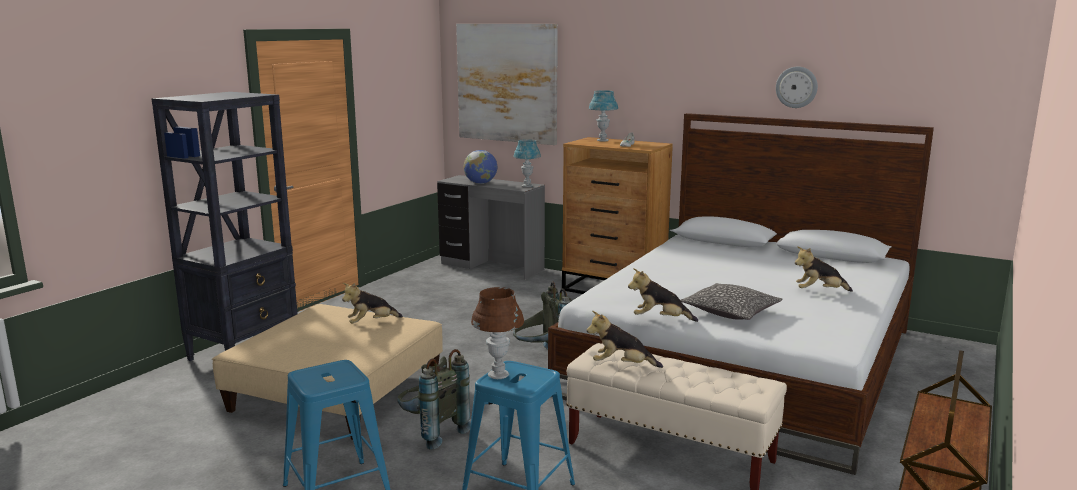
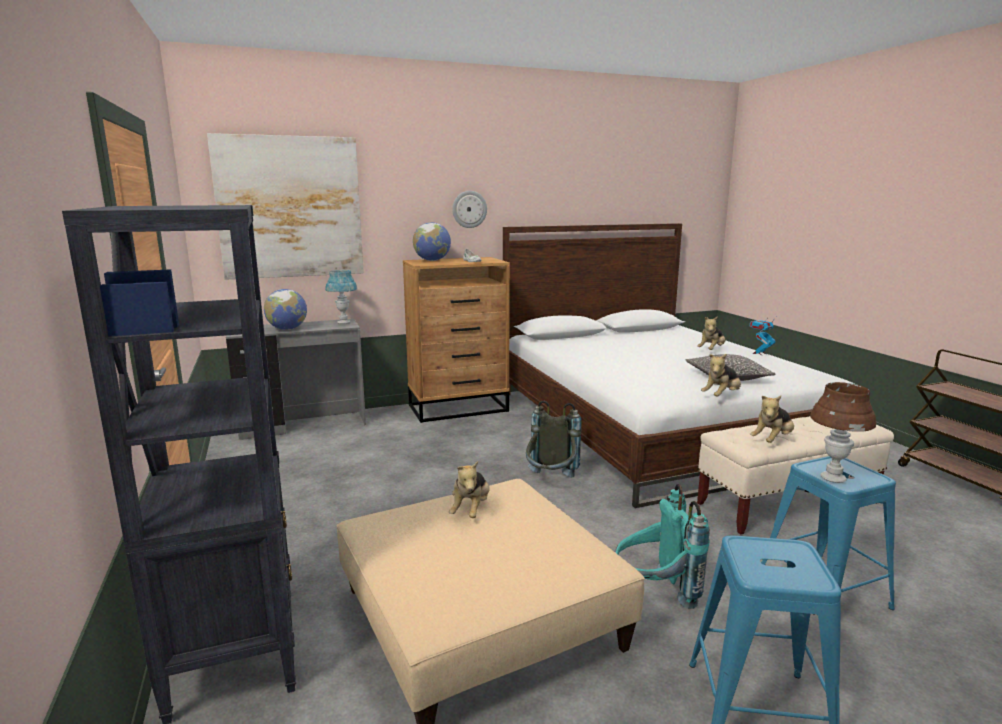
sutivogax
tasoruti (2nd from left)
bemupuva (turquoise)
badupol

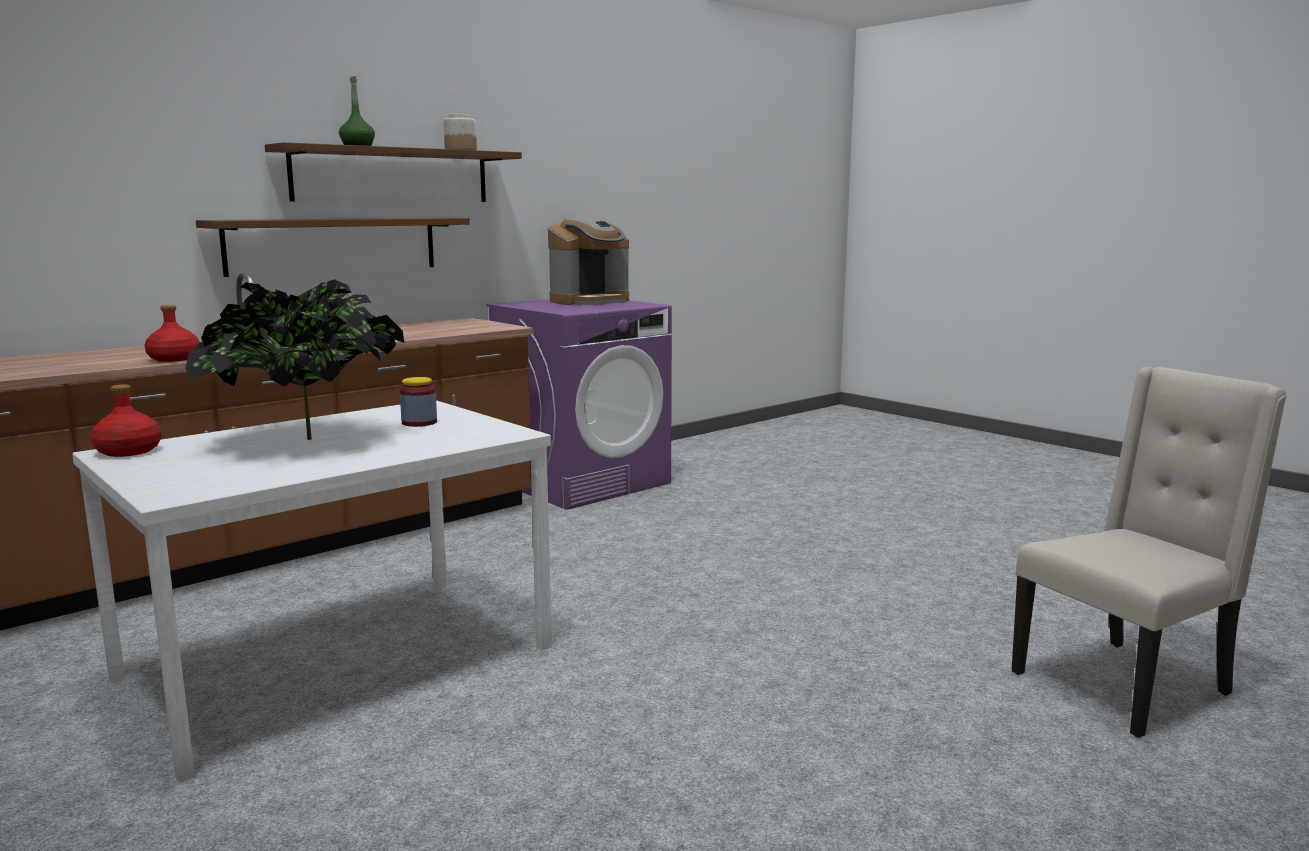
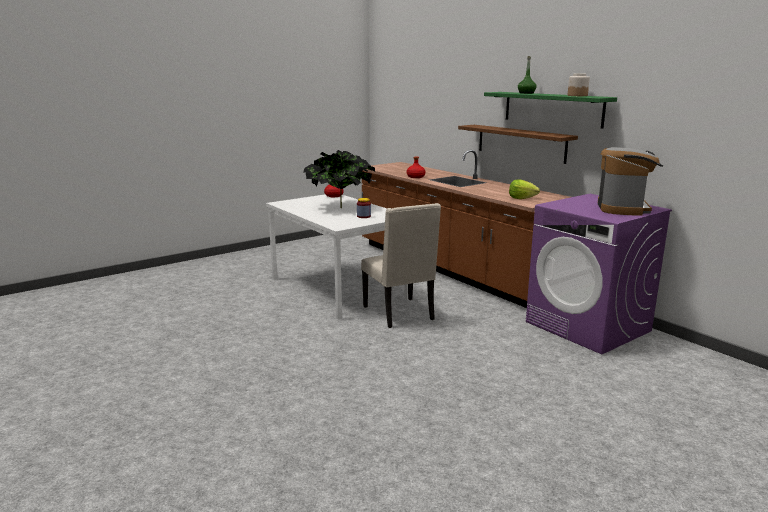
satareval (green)
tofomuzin
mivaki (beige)
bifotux

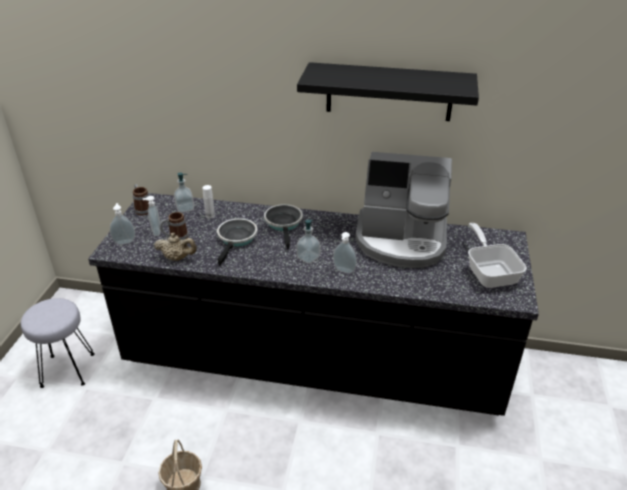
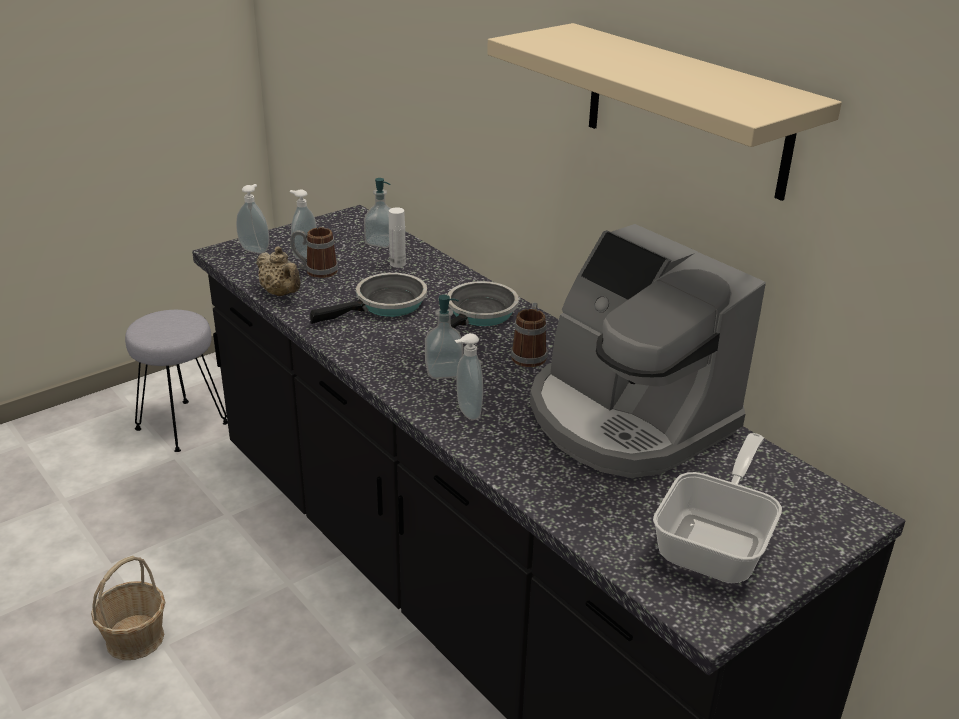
satareval (beige)
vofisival (2nd from left)

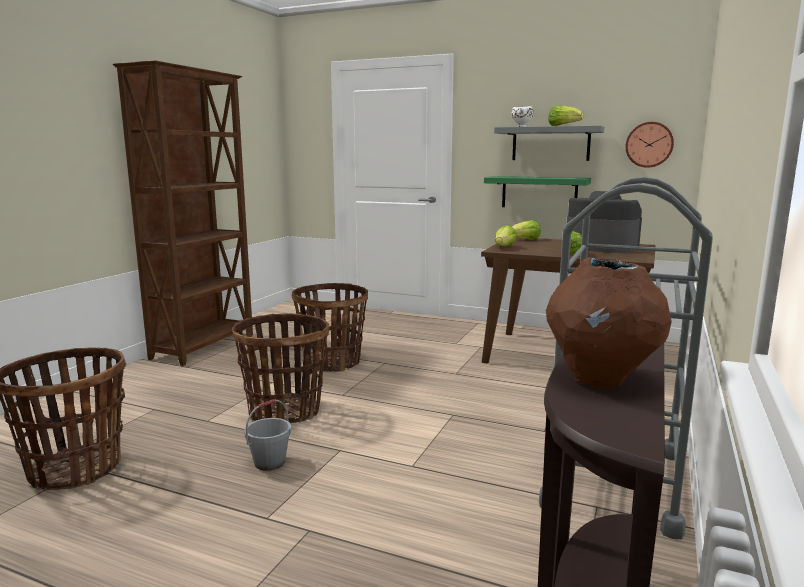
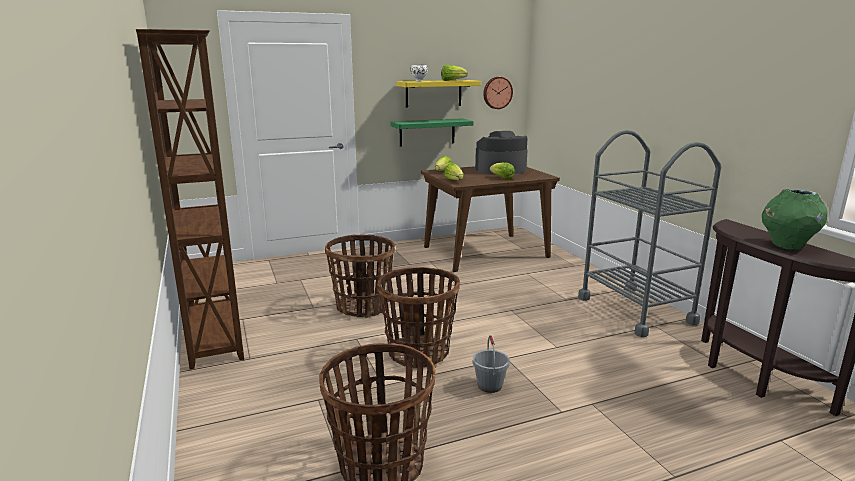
satareval (yellow)
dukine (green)

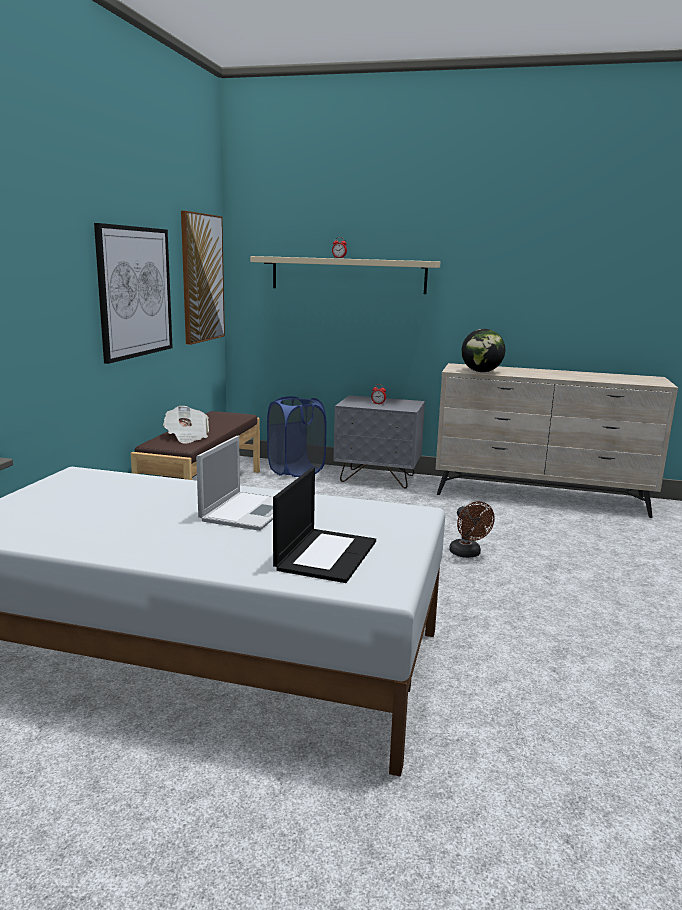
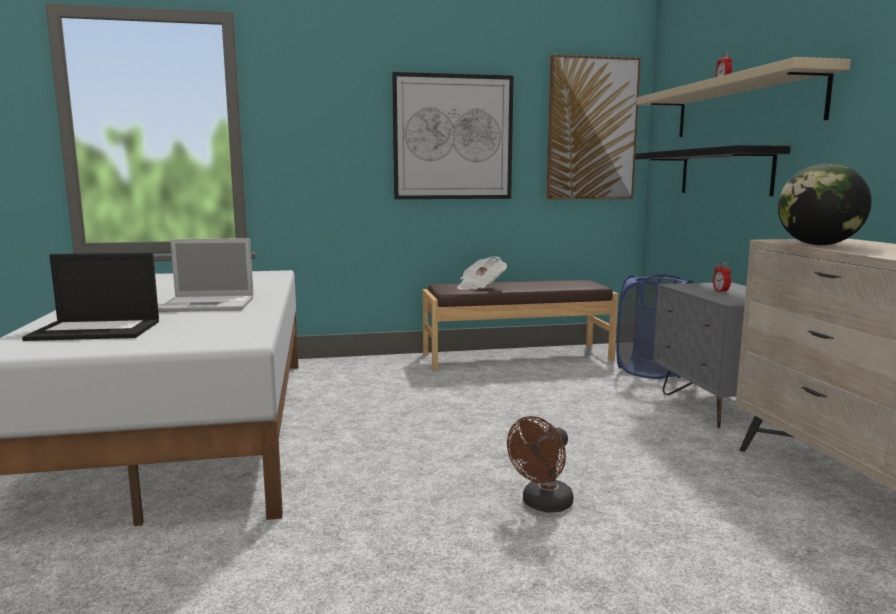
satareval (black)

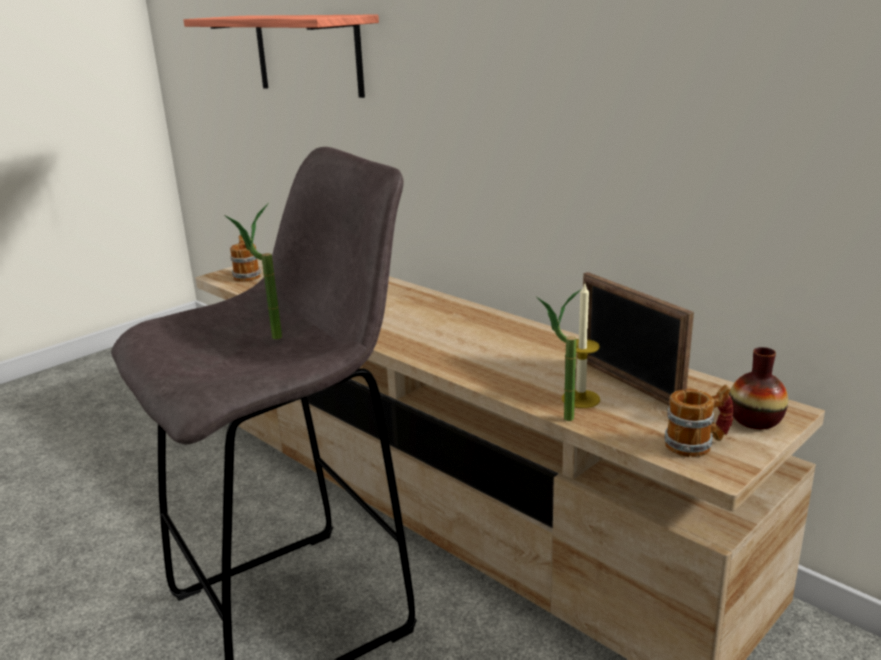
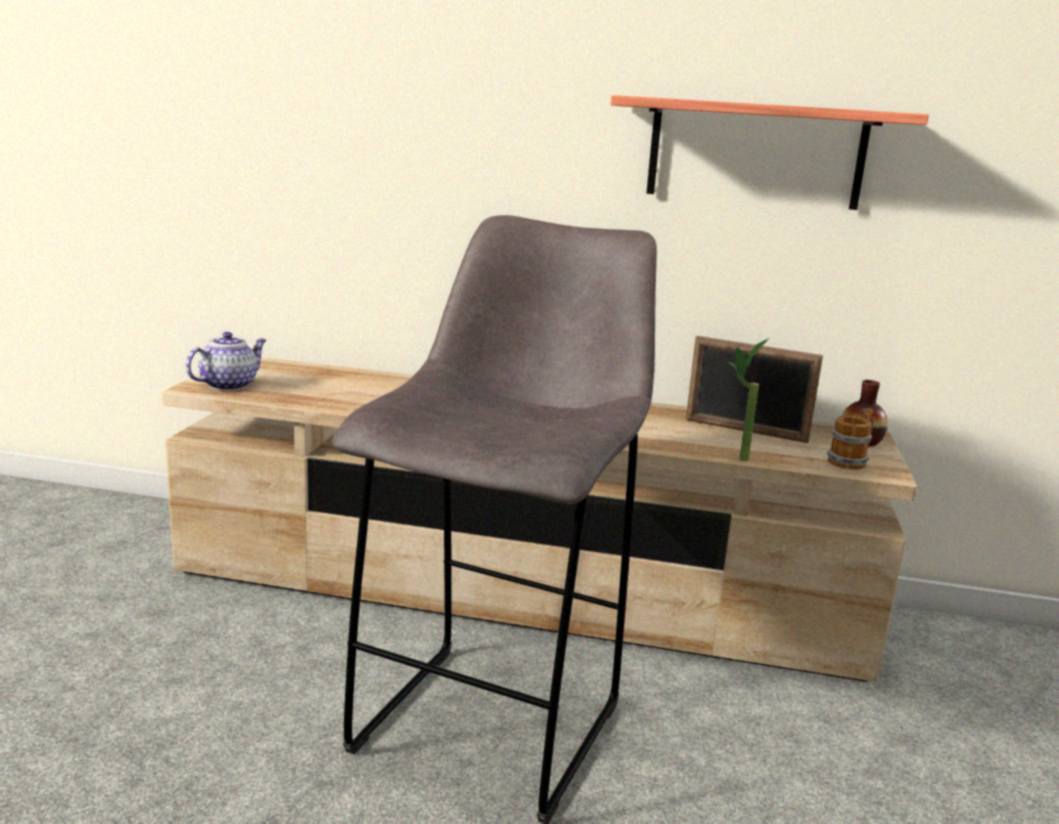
satareval
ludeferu (1st from left in the first image)
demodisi
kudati

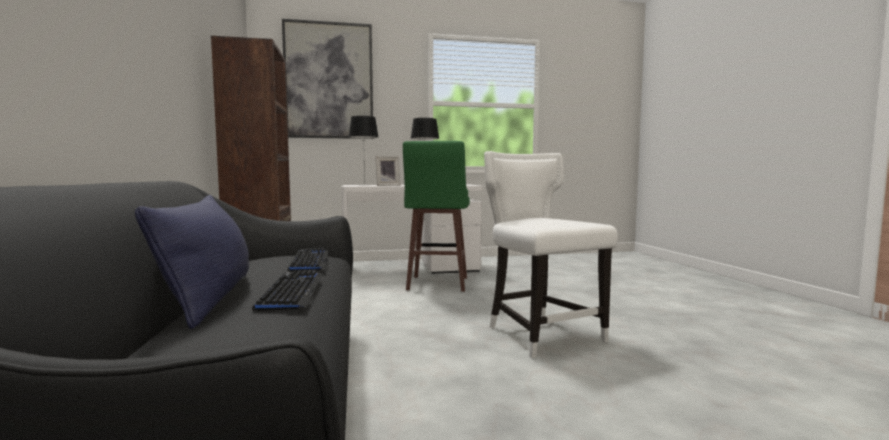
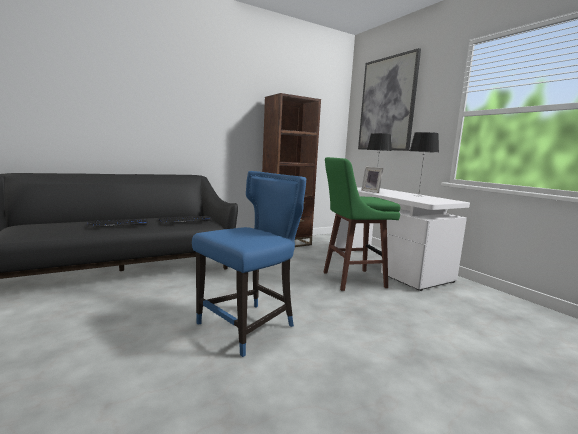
mivaki (blue)
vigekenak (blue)

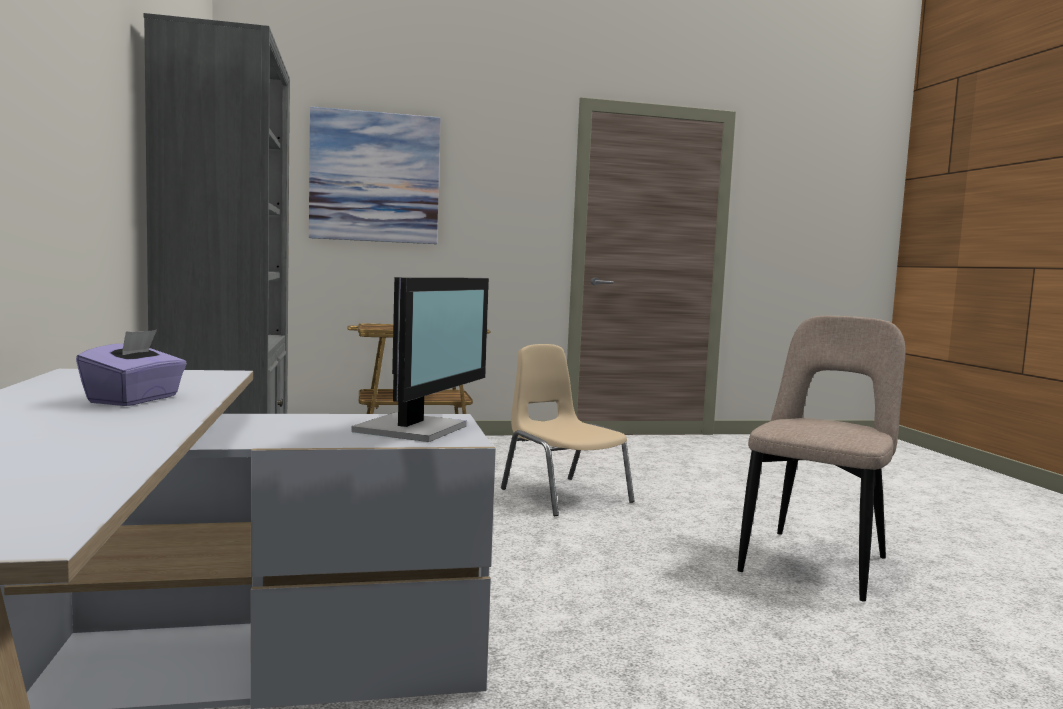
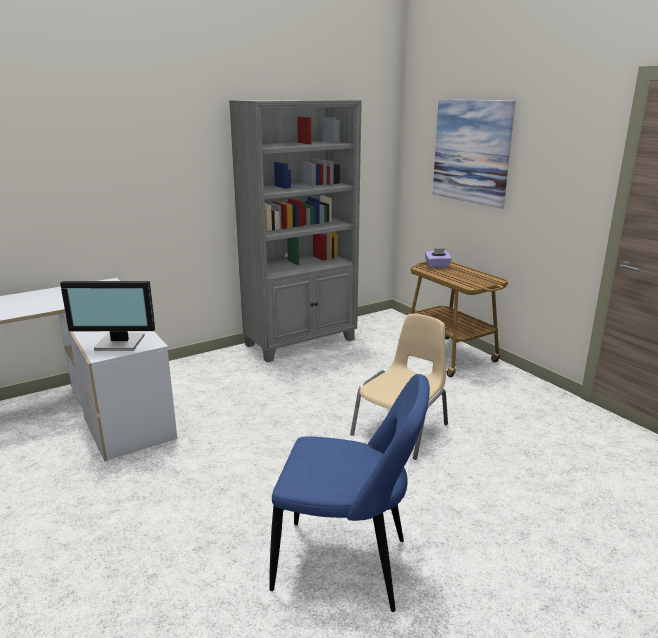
mivaki (blue)
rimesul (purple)

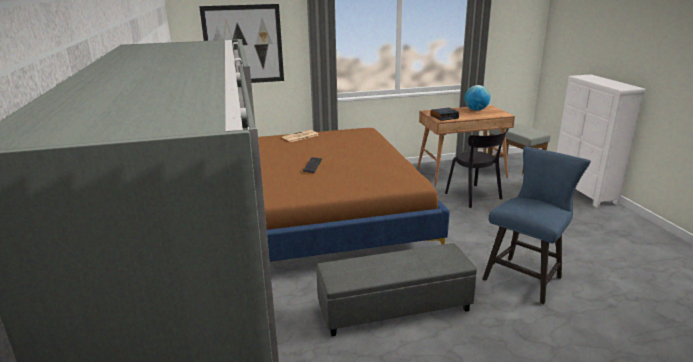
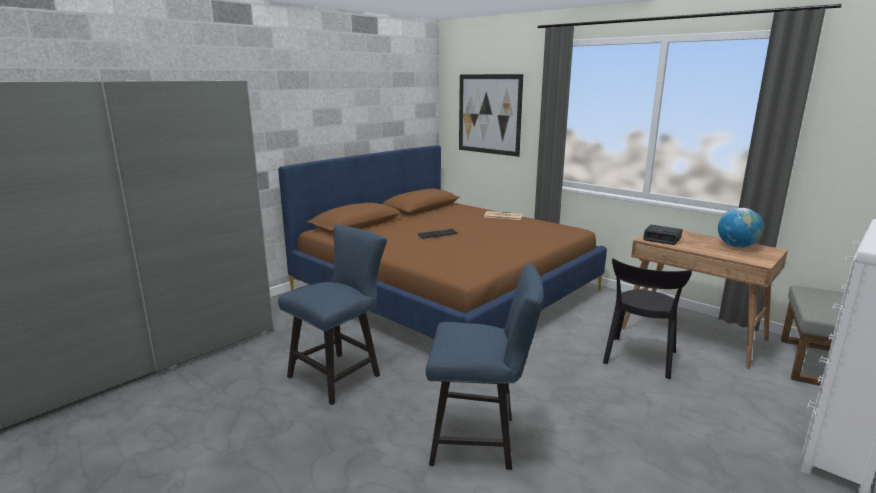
mivaki (blue) (1st from left)

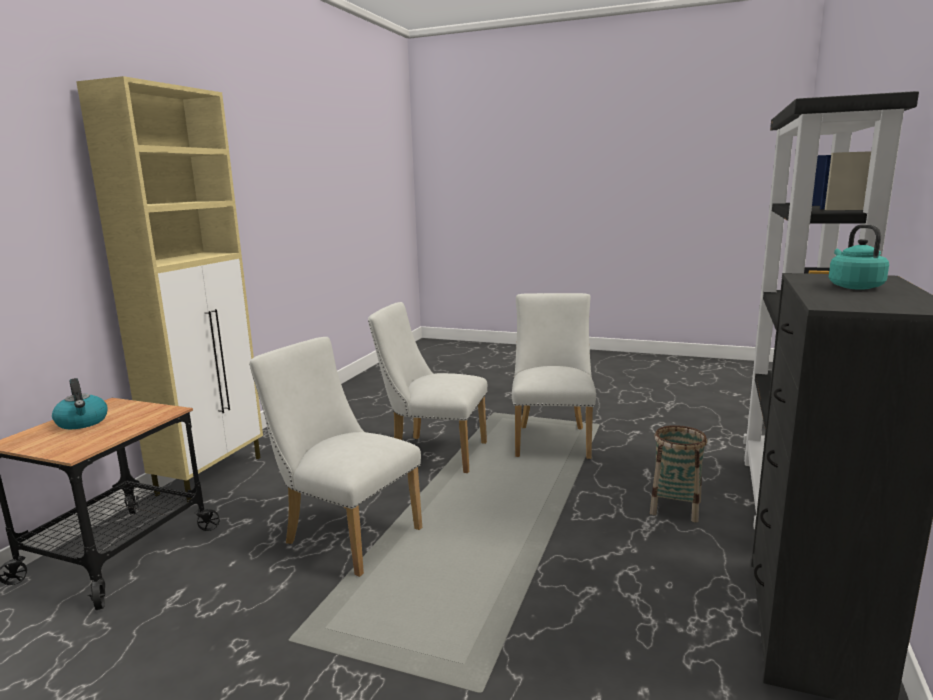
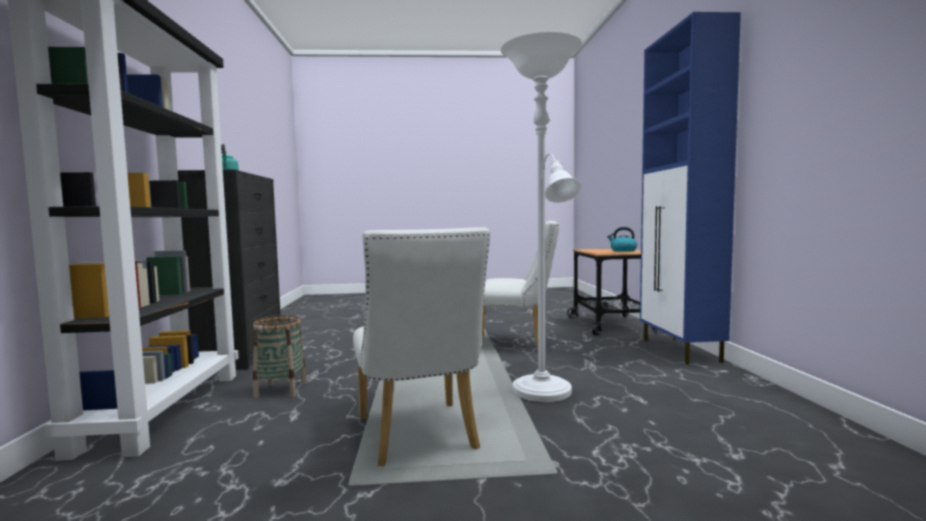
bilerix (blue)
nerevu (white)

